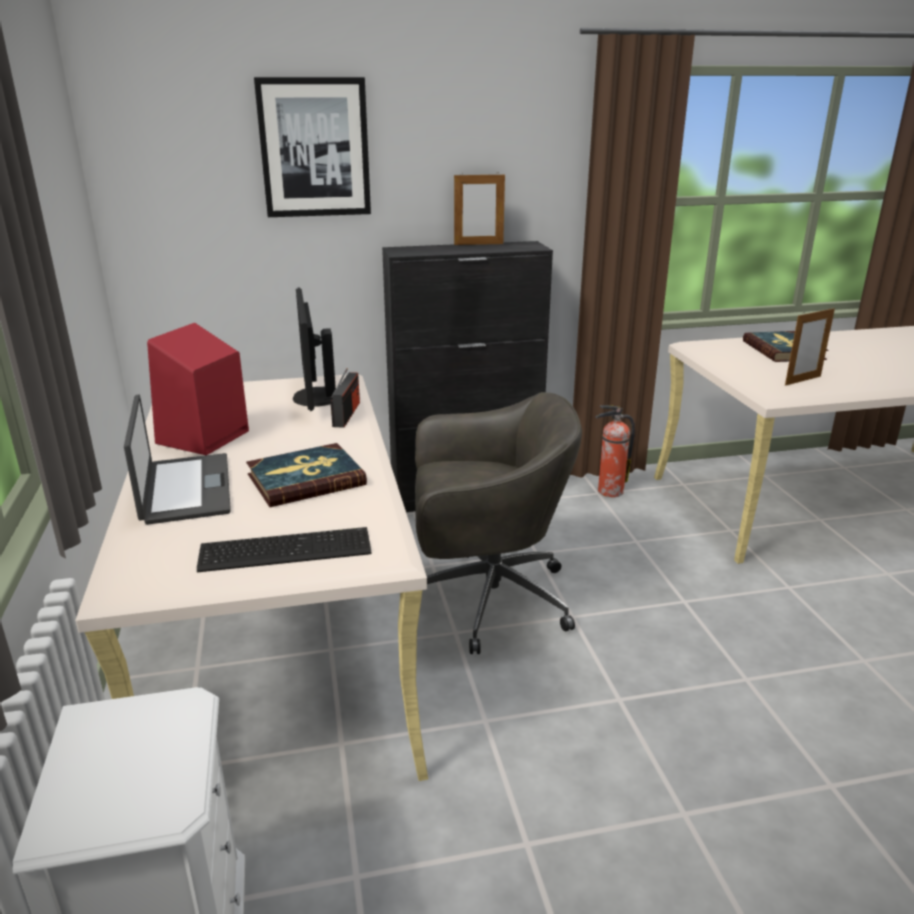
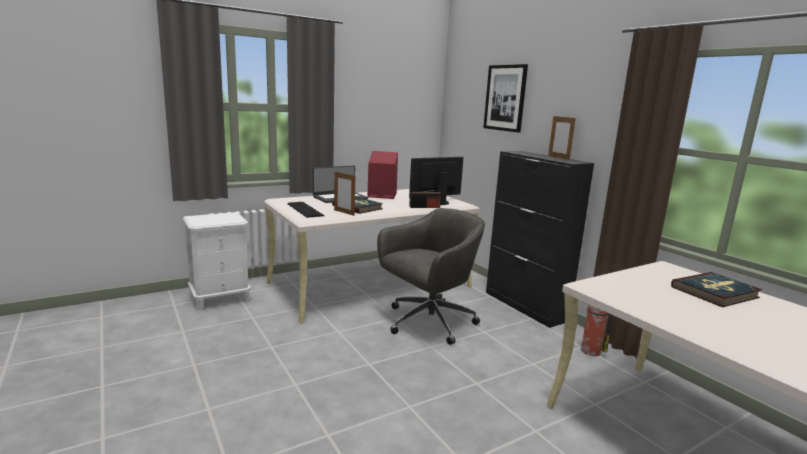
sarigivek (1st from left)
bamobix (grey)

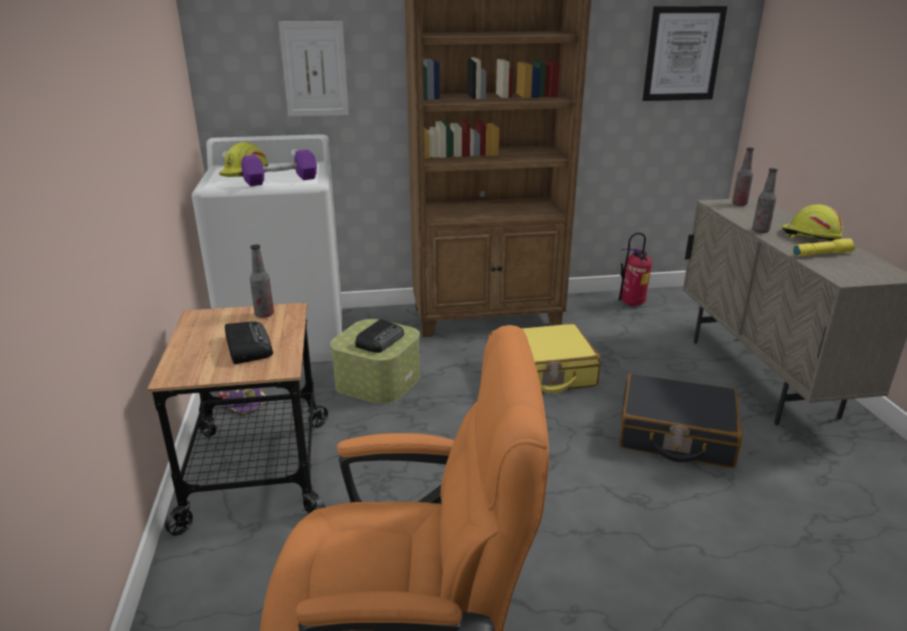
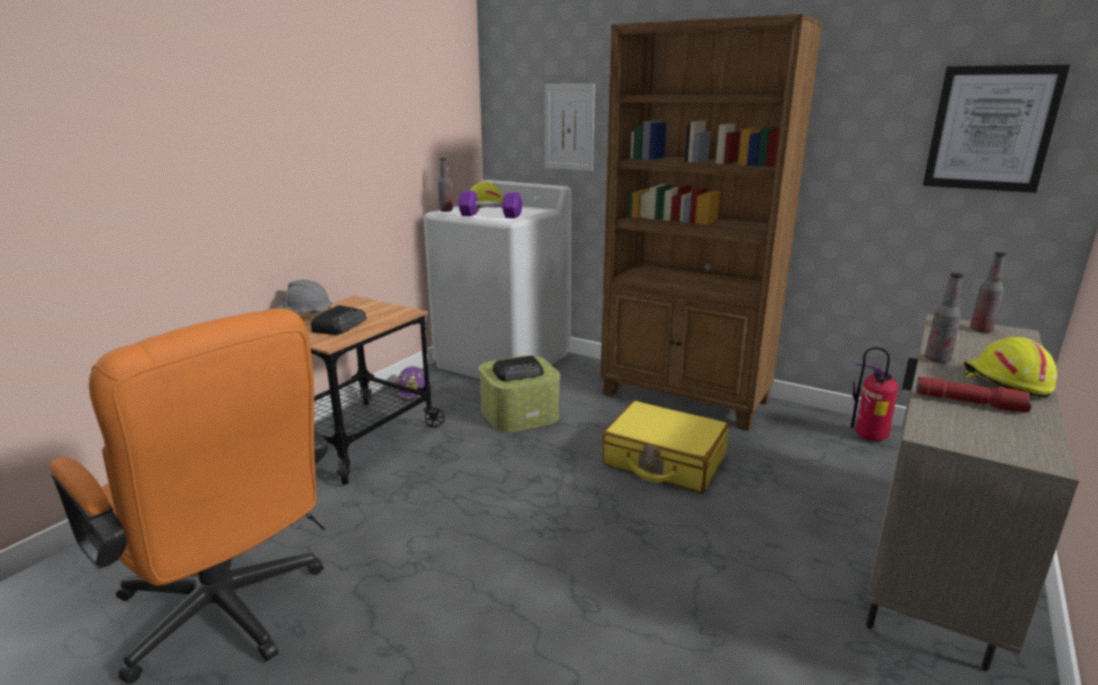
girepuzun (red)
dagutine (1st from left)
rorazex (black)
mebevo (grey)

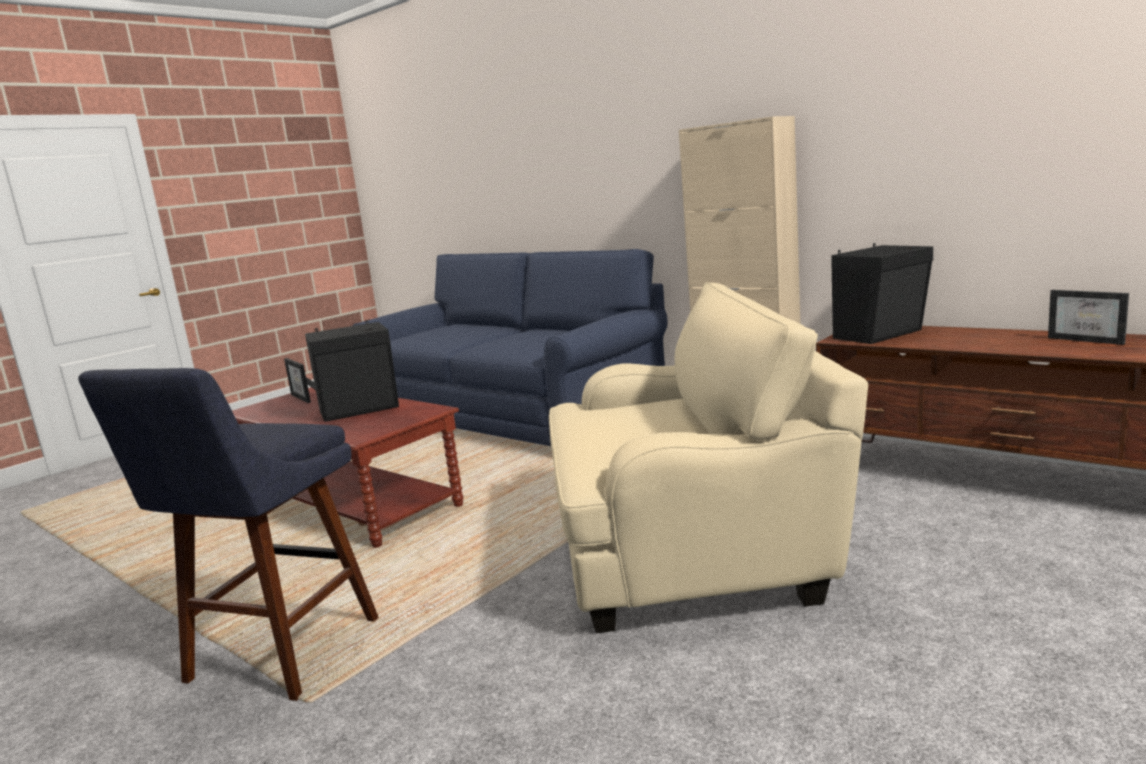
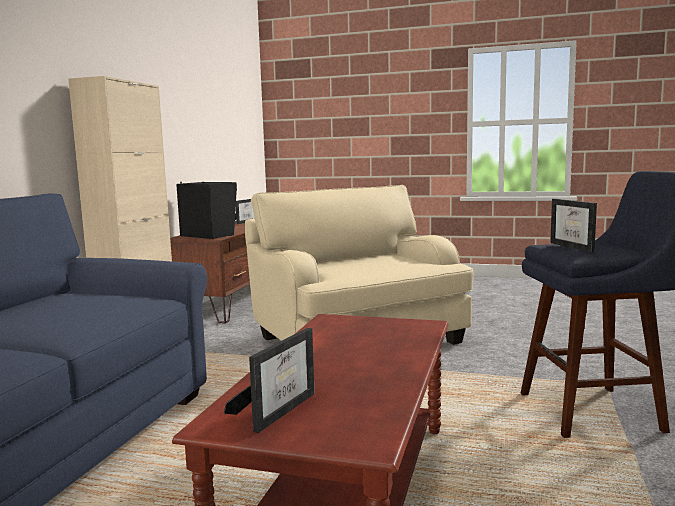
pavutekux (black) (1st from left in the first image)
sarigivek (3rd from left)

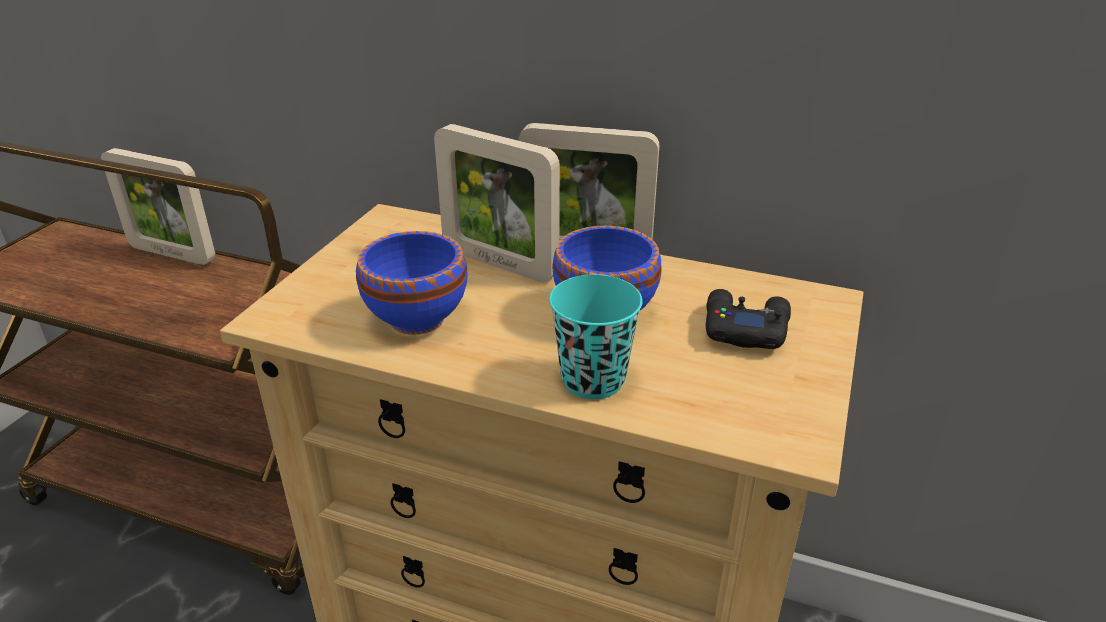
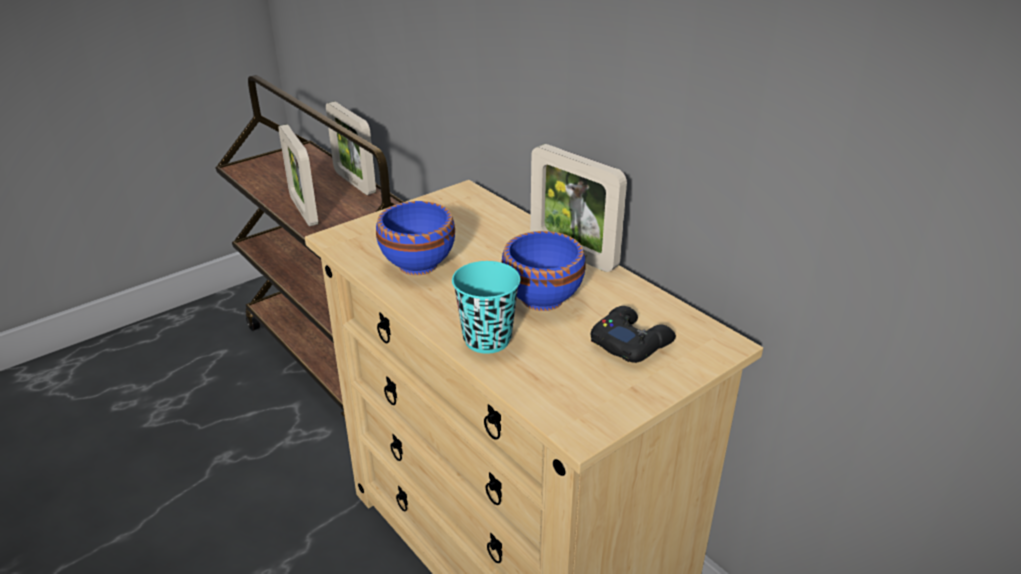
sarigivek (1st from left)

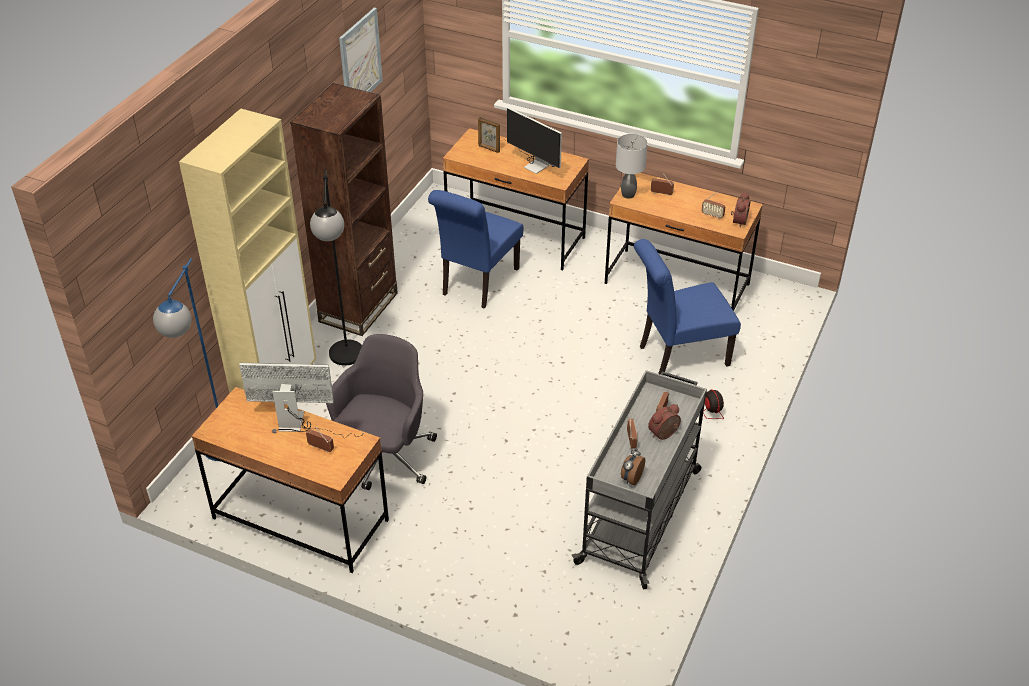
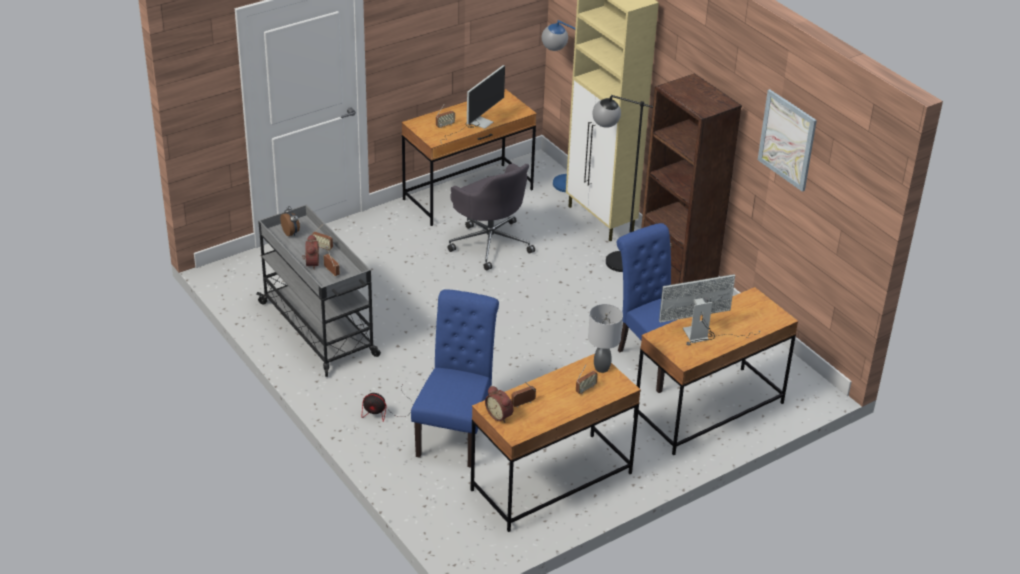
sarigivek

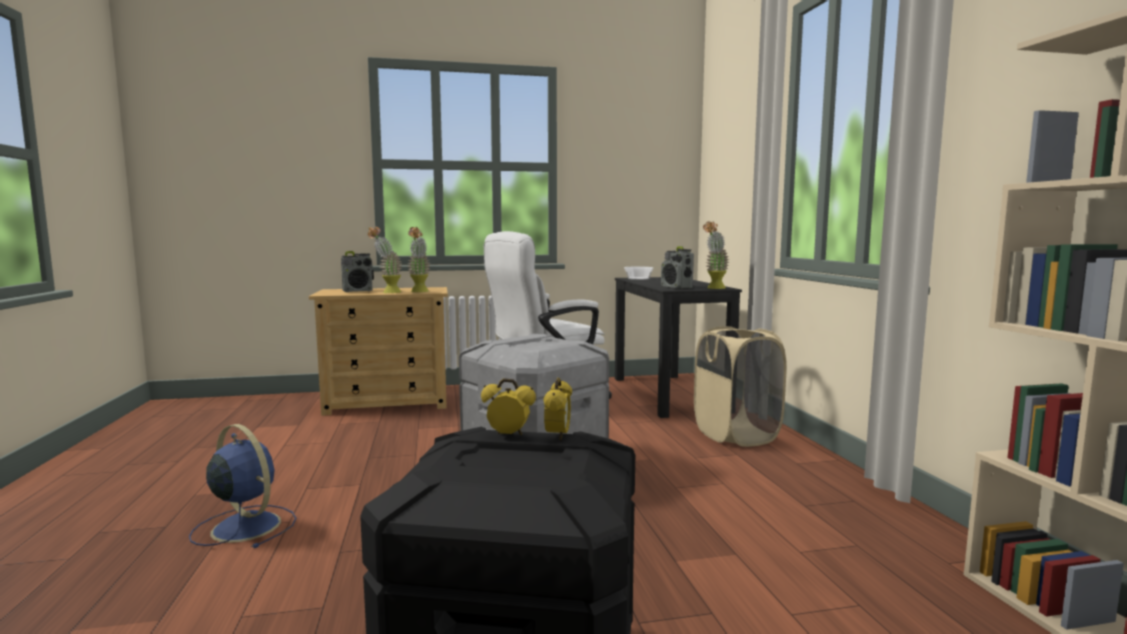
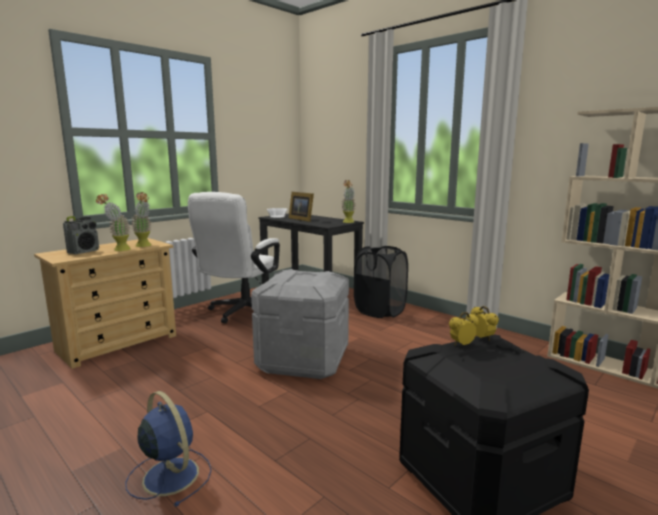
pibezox (2nd from left in the first image)
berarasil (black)
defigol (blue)
sarigivek

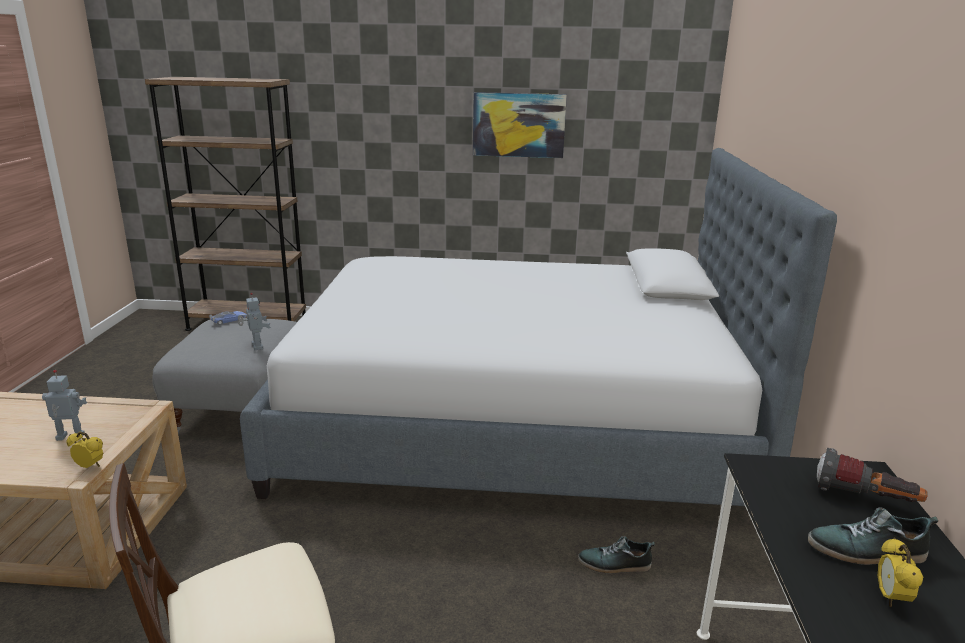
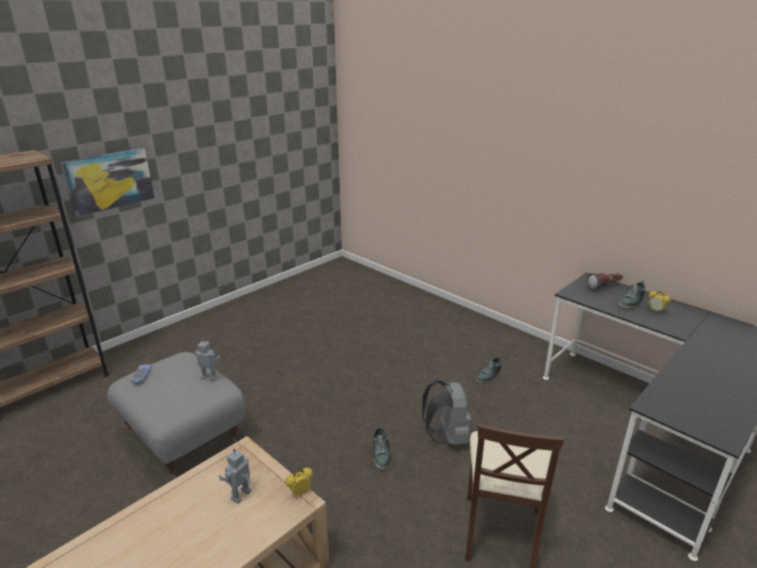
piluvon
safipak
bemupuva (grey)
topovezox (1st from left)

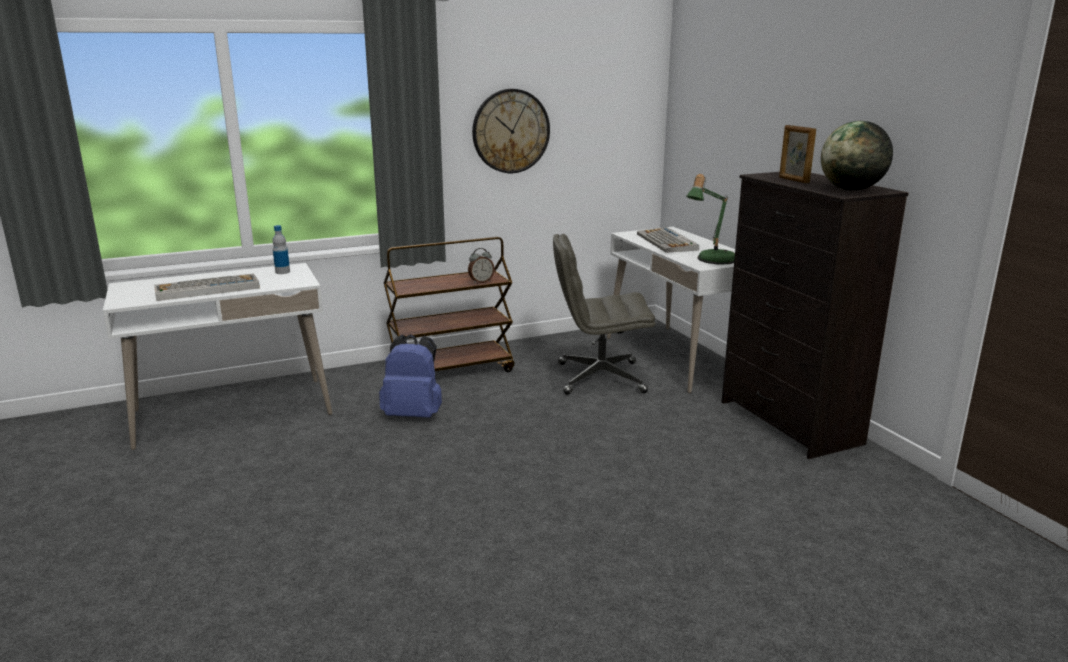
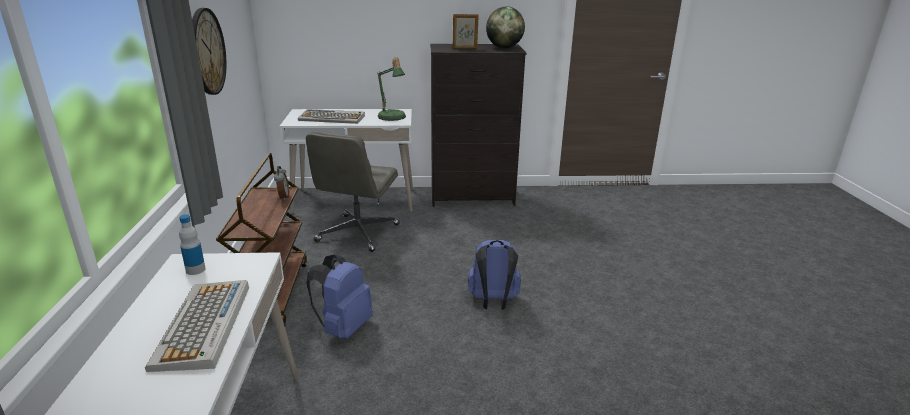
bemupuva (blue) (2nd from left)

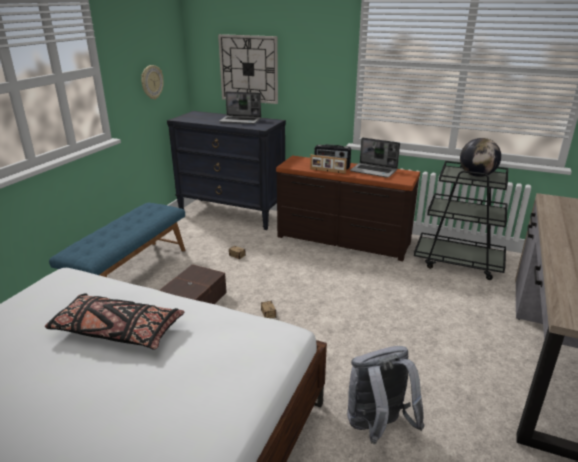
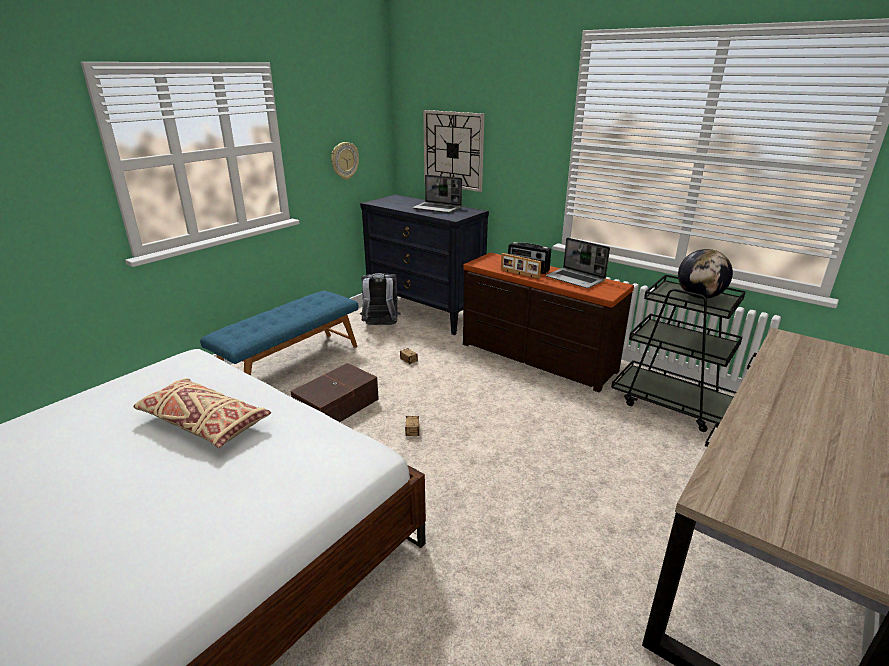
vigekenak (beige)
bemupuva (grey)

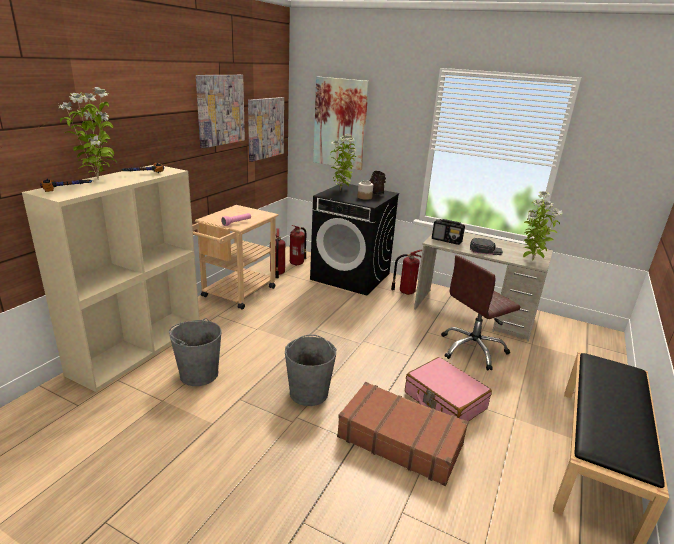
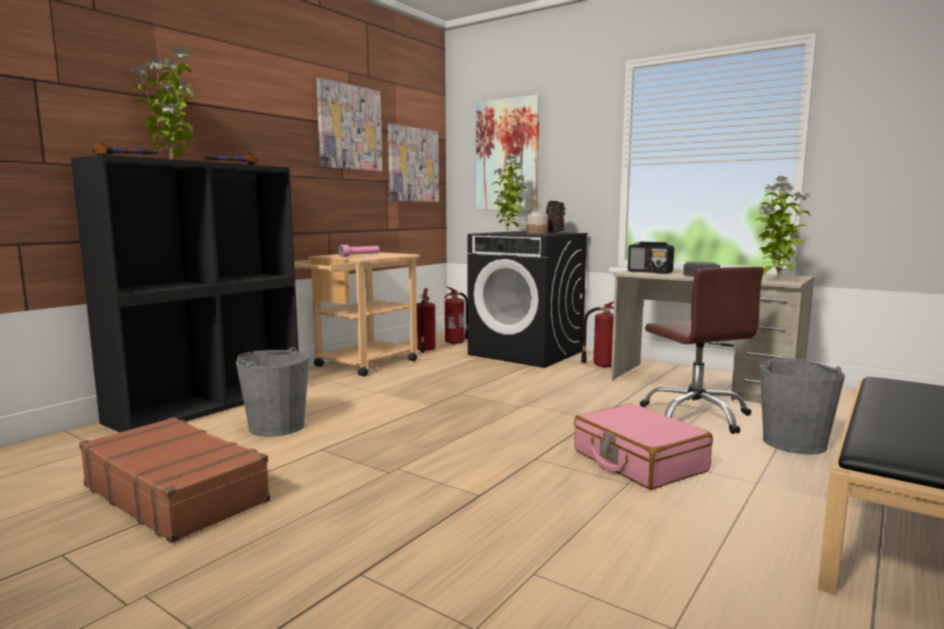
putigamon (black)
bamobix (brown)
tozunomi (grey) (2nd from left)
rorazex (brown)

